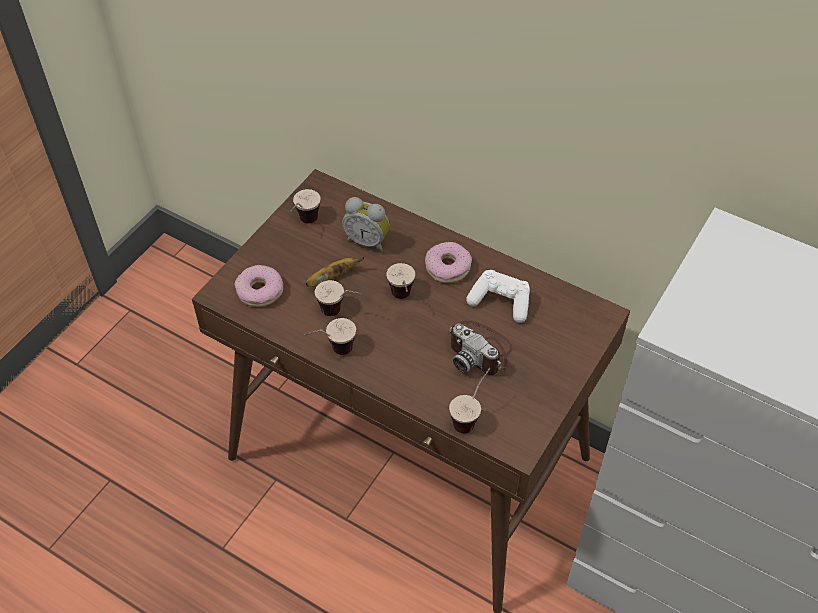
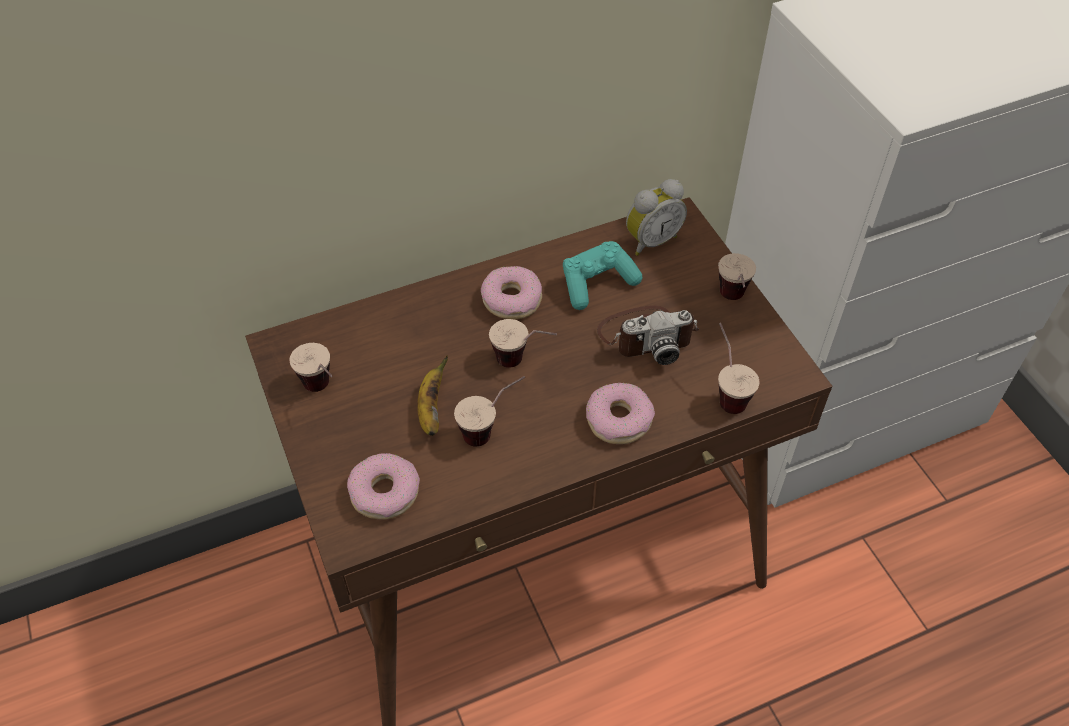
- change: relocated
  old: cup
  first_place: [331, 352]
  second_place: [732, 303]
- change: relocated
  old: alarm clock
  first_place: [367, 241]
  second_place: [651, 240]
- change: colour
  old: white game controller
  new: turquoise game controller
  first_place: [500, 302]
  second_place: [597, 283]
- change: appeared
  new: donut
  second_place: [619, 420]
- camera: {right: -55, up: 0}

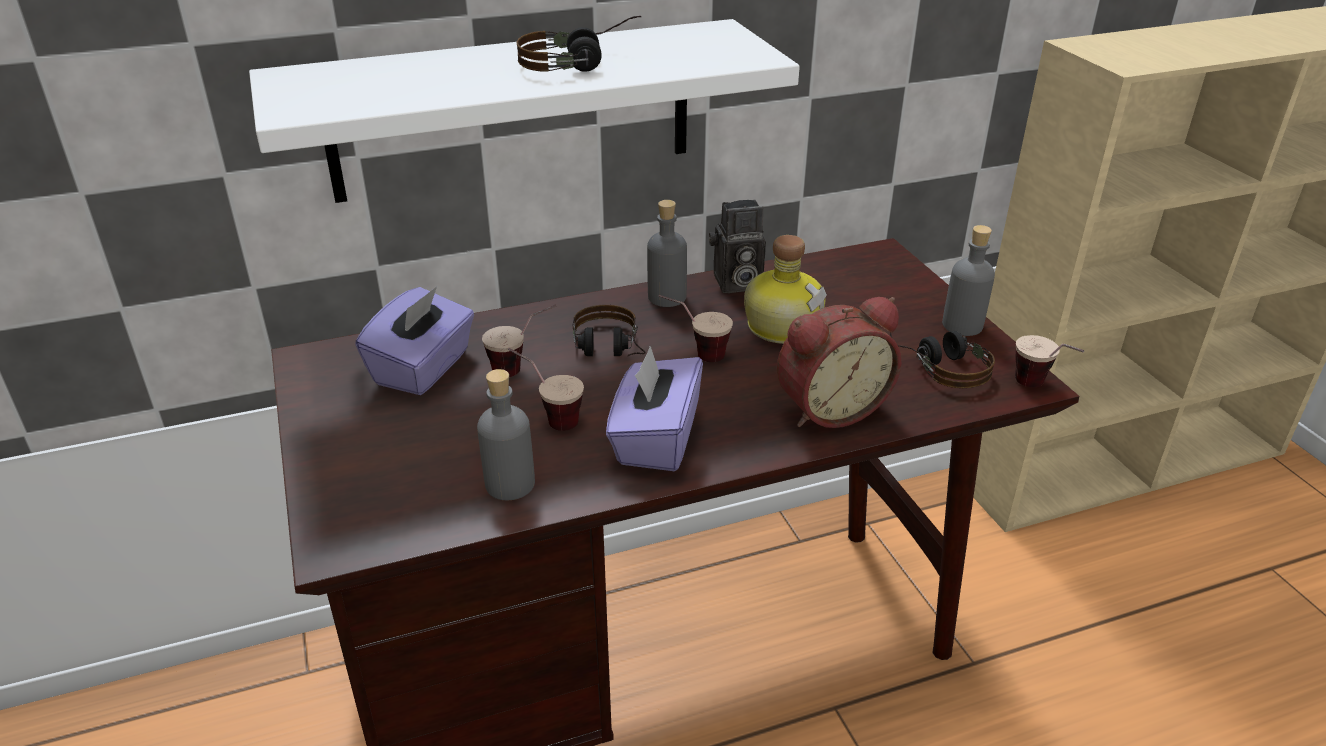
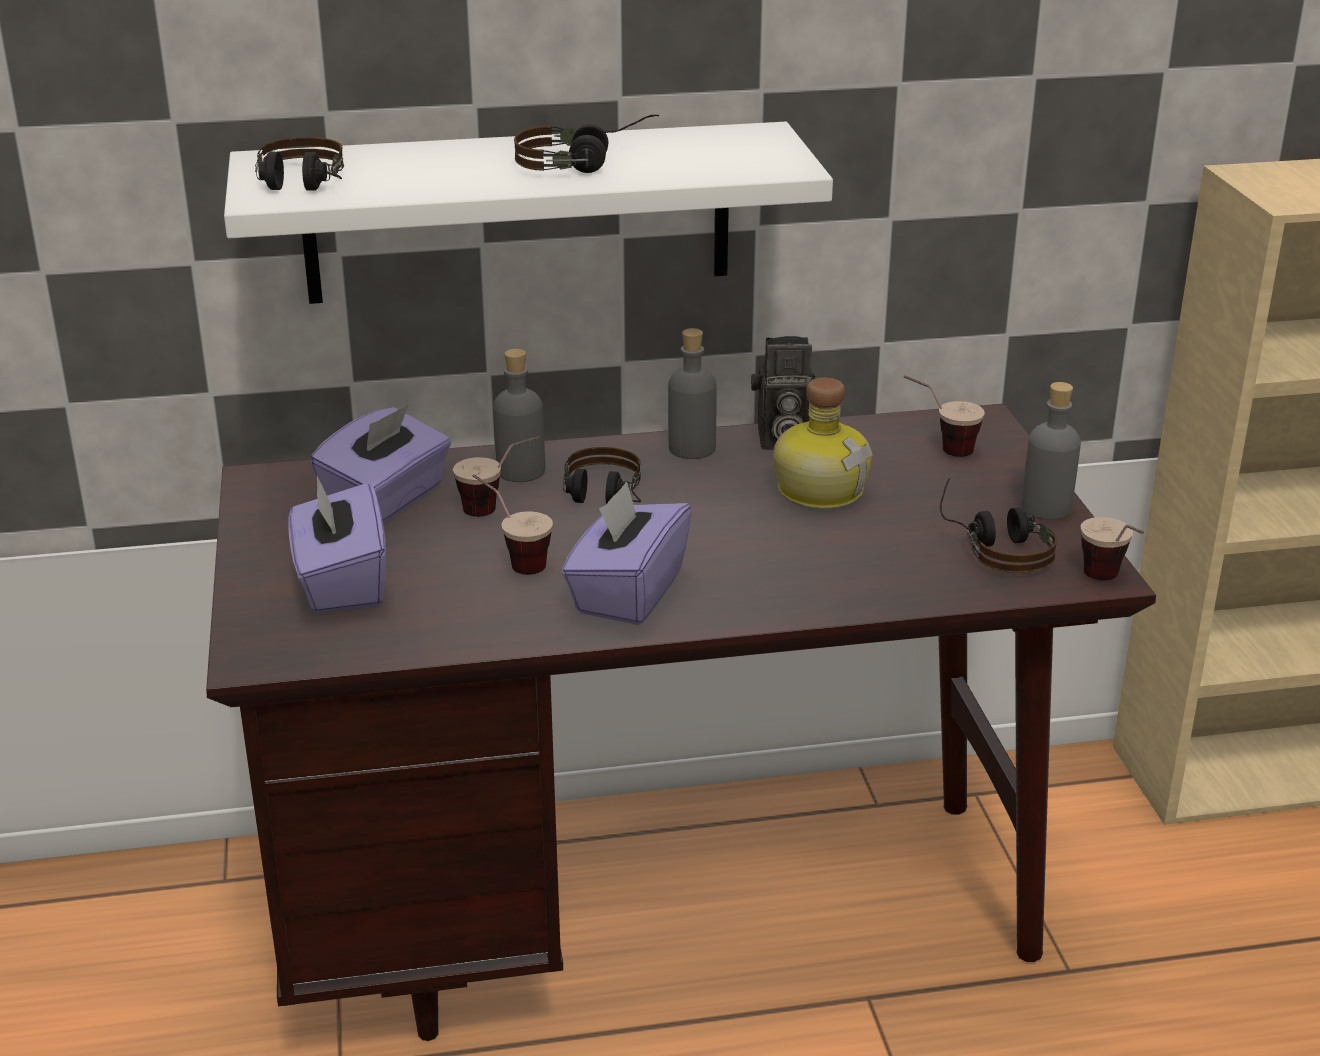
- change: relocated
  old: grey bottle
  first_place: [510, 484]
  second_place: [520, 471]
- change: relocated
  old: cup
  first_place: [694, 354]
  second_place: [939, 448]
- change: missing
  old: alarm clock
  first_place: [829, 408]
- change: appeared
  new: headphones
  second_place: [302, 188]
- change: appeared
  new: purple tissue box
  second_place: [341, 583]
- camera: {right: 10, up: -5}

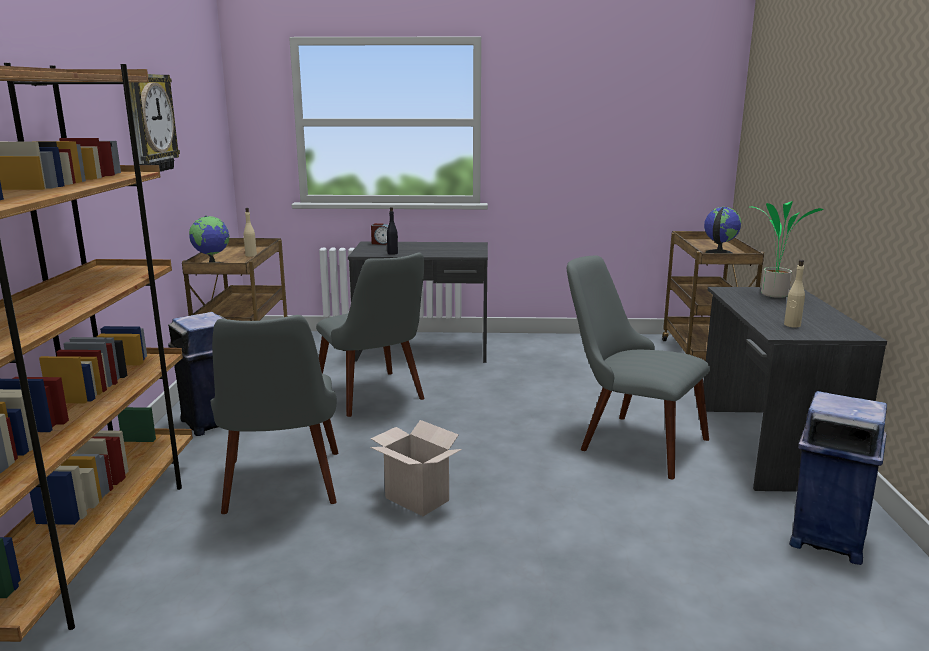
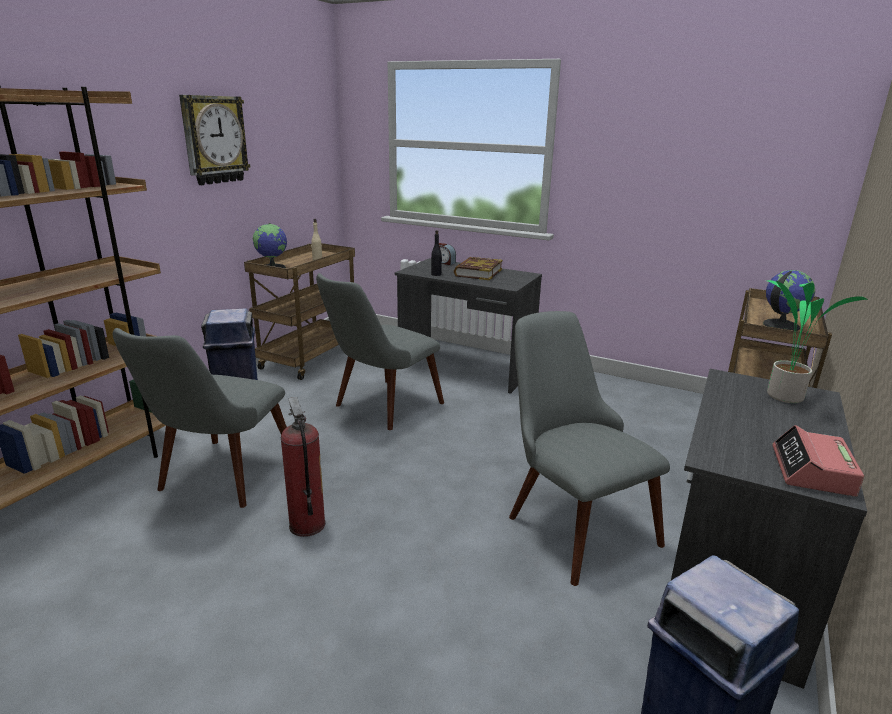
- change: spun
  old: grey chair
  first_place: [376, 398]
  second_place: [380, 408]
  degrees: 45
- change: exchanged
  old: cardboard box
  new: fire extinguisher
  first_place: [414, 499]
  second_place: [306, 524]
- change: missing
  old: beige bottle
  first_place: [792, 325]
- change: appeared
  new: book
  second_place: [478, 272]
- change: appeared
  new: alarm clock
  second_place: [812, 471]
- camera: {right: 25, up: 5}

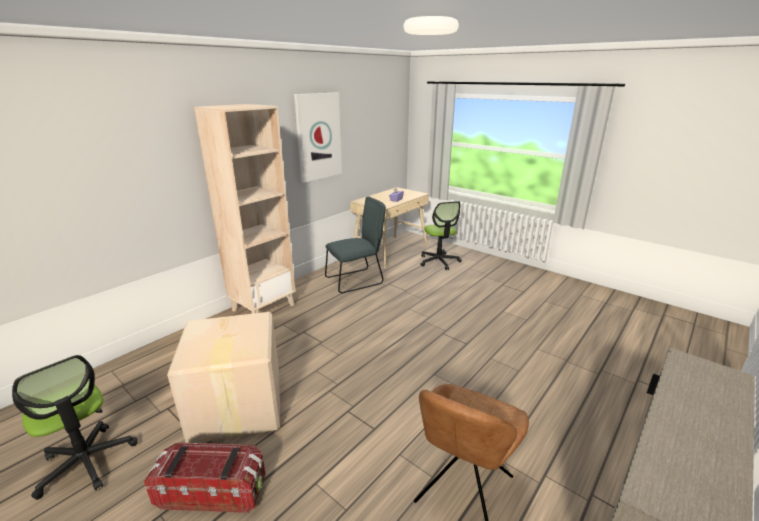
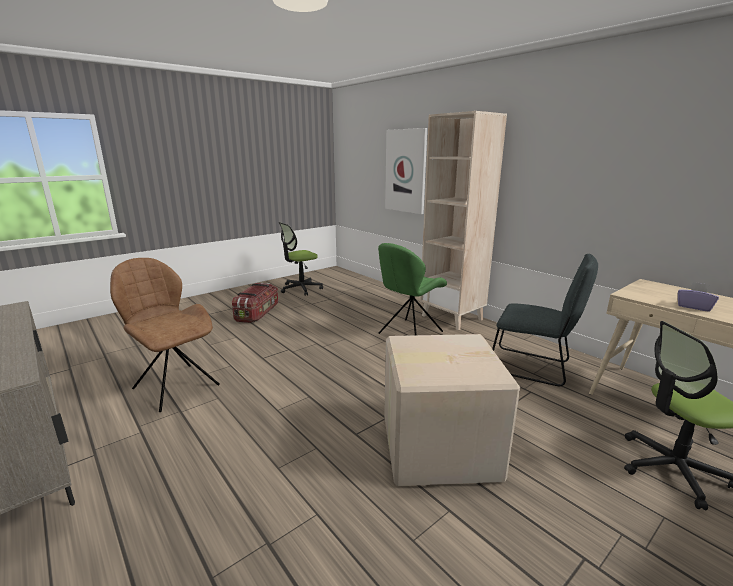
- change: relocated
  old: cardboard box
  first_place: [236, 407]
  second_place: [437, 446]
- change: relocated
  old: picture
  first_place: [318, 137]
  second_place: [406, 171]
- change: spun
  old: grey chair
  first_place: [356, 280]
  second_place: [533, 367]
  degrees: -45
- change: appeared
  new: green chair
  second_place: [409, 333]
- camera: {right: 100, up: -5}

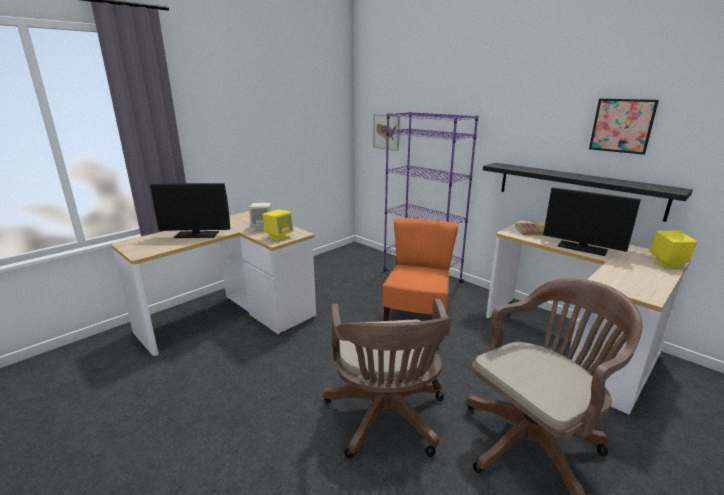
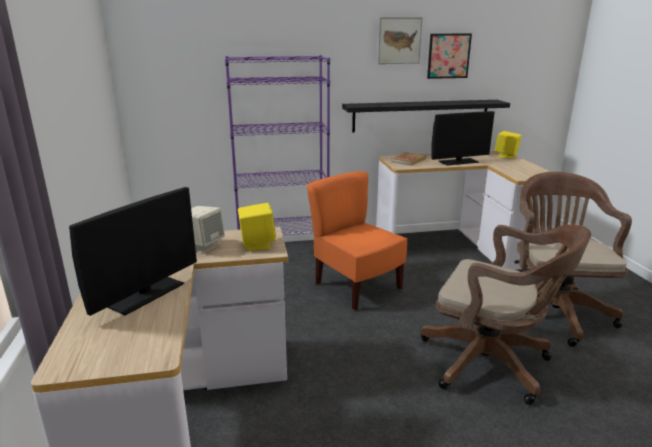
- change: relocated
  old: picture
  first_place: [386, 132]
  second_place: [399, 40]
- camera: {right: -55, up: 0}

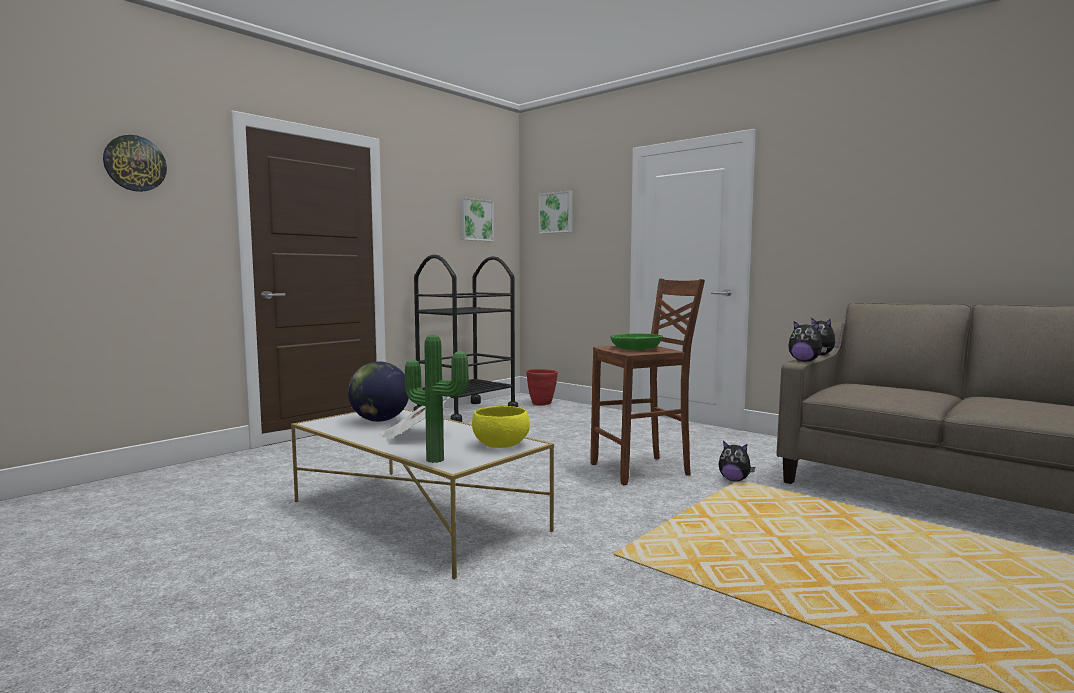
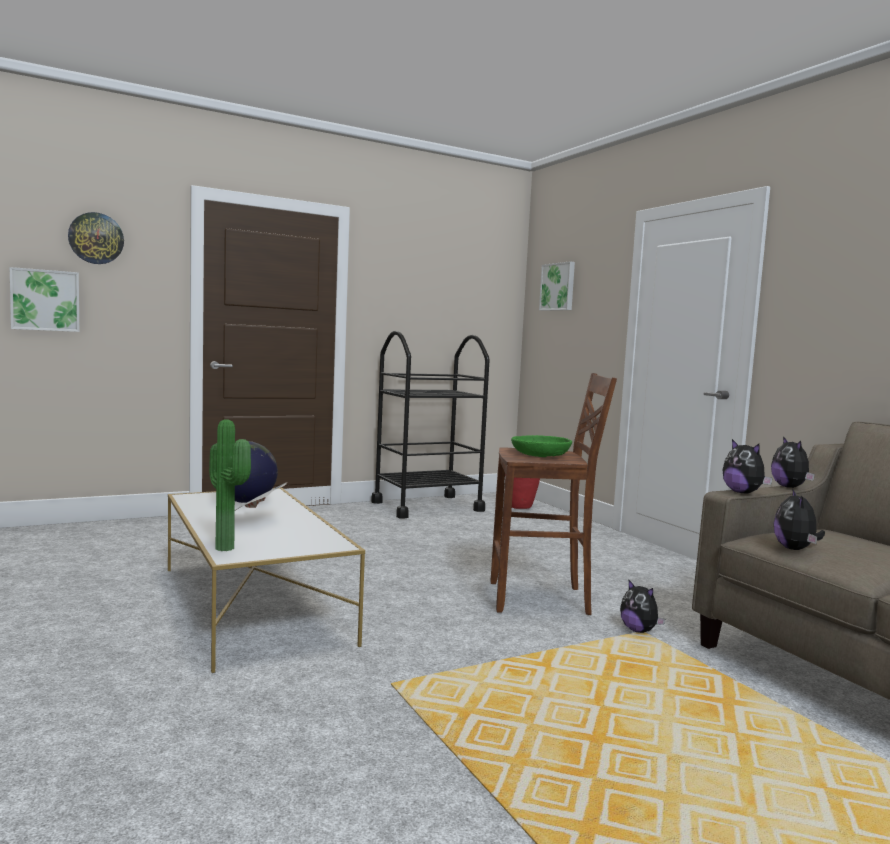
- change: relocated
  old: picture
  first_place: [475, 220]
  second_place: [45, 300]
- change: missing
  old: yellow bowl
  first_place: [501, 445]
- change: appeared
  new: plush toy
  second_place: [795, 549]
- camera: {right: 20, up: 0}

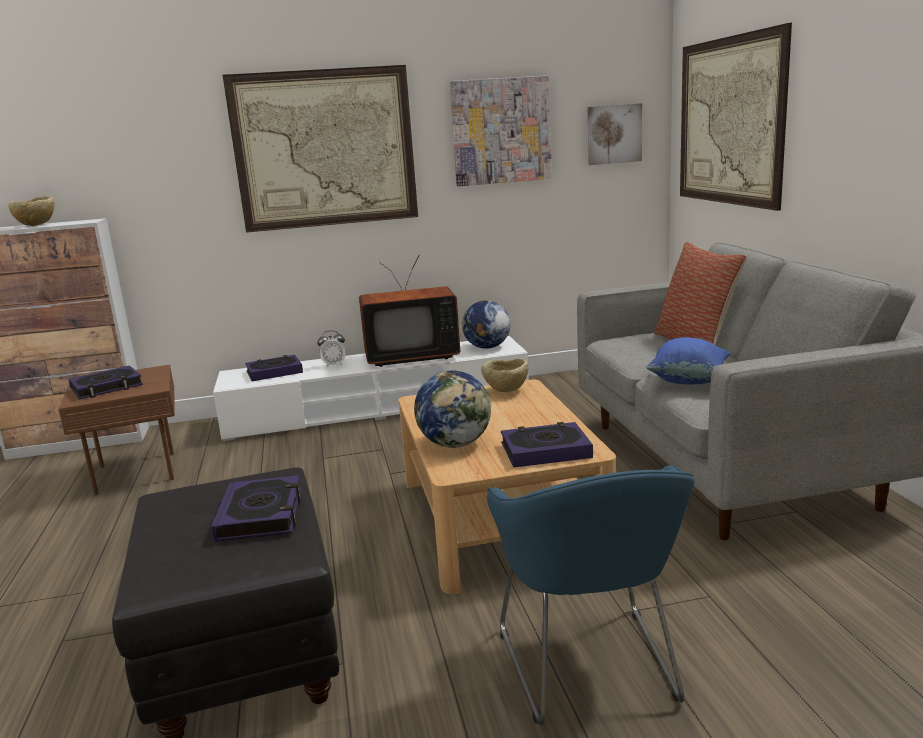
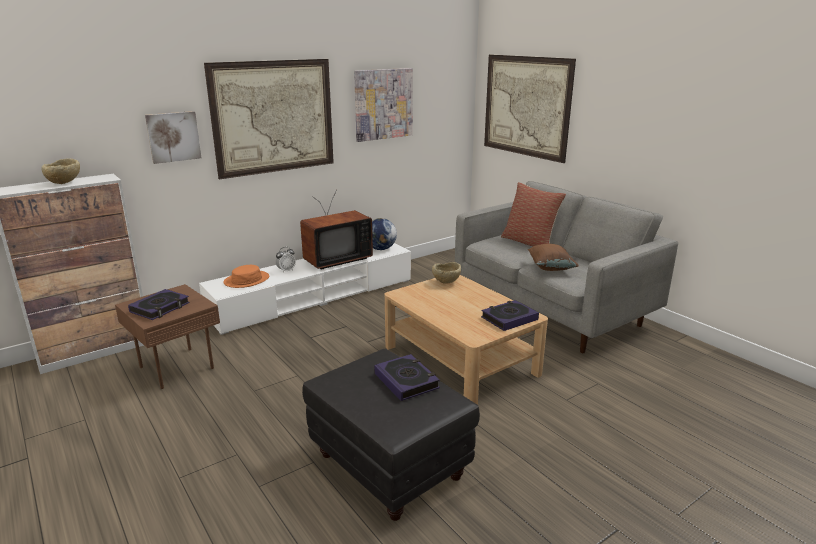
- change: exchanged
  old: book
  new: orange hat
  first_place: [274, 372]
  second_place: [246, 280]
- change: missing
  old: globe
  first_place: [455, 444]
- change: missing
  old: blue armchair
  first_place: [591, 671]
- change: relocated
  old: picture
  first_place: [614, 134]
  second_place: [173, 137]
- change: colour
  old: blue pillow
  new: brown pillow
  first_place: [688, 381]
  second_place: [550, 268]
- camera: {right: -25, up: 5}

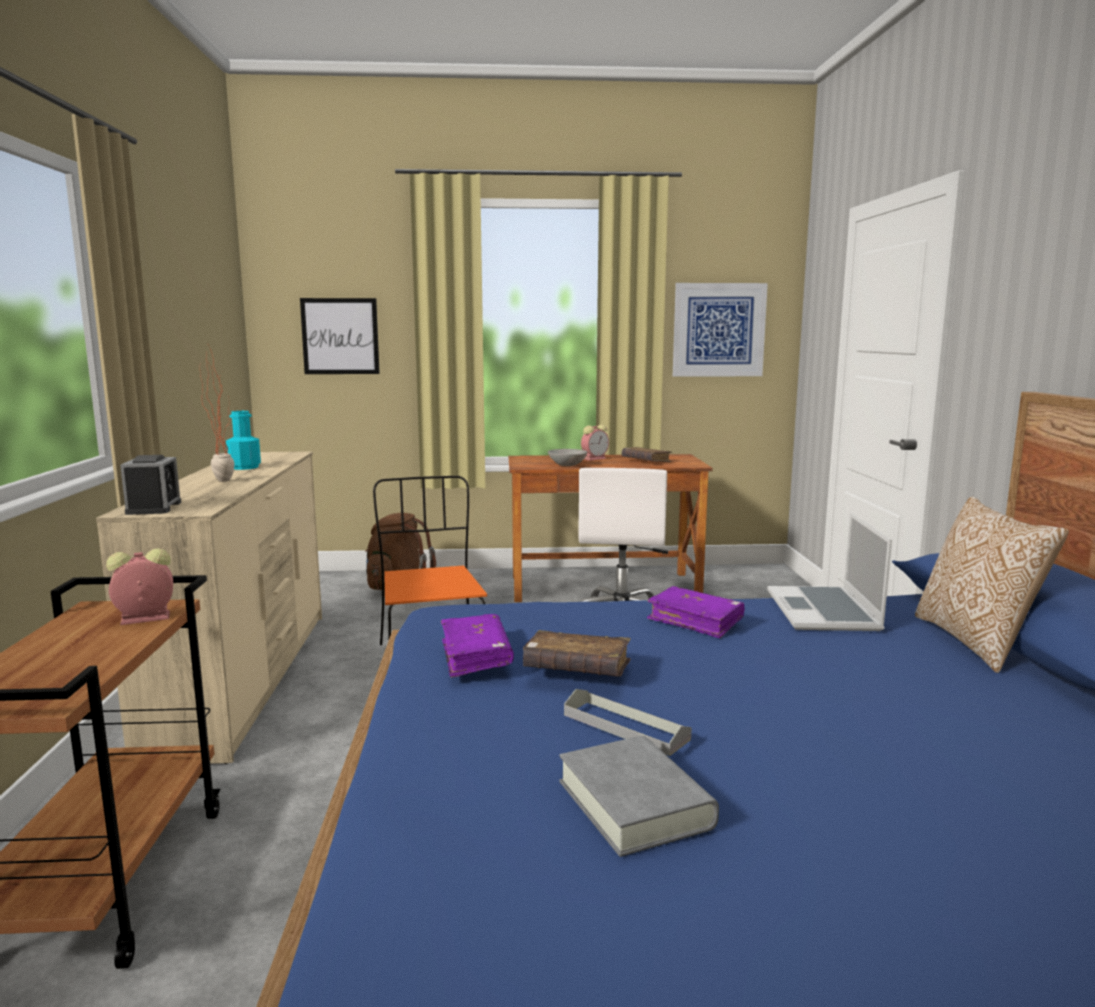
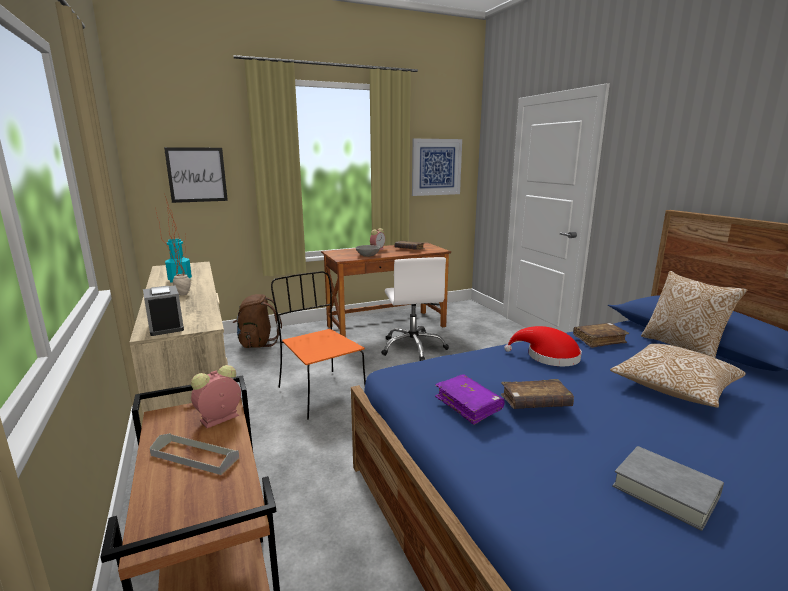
- change: relocated
  old: grey tray
  first_place: [625, 727]
  second_place: [195, 456]
- change: exchanged
  old: purple book
  new: red hat
  first_place: [695, 621]
  second_place: [548, 357]
- change: exchanged
  old: laptop
  new: brown book
  first_place: [824, 612]
  second_place: [599, 340]
- change: appeared
  new: pillow
  second_place: [673, 389]
- camera: {right: -20, up: 5}

